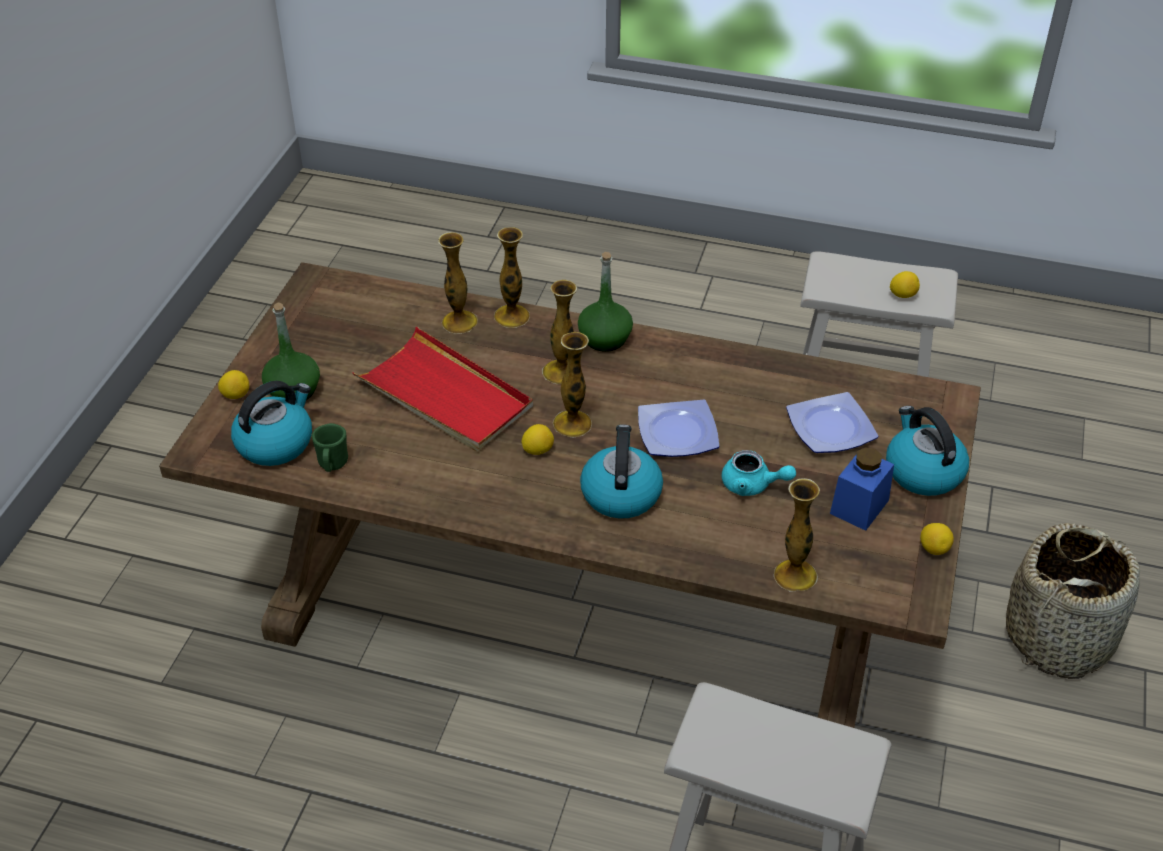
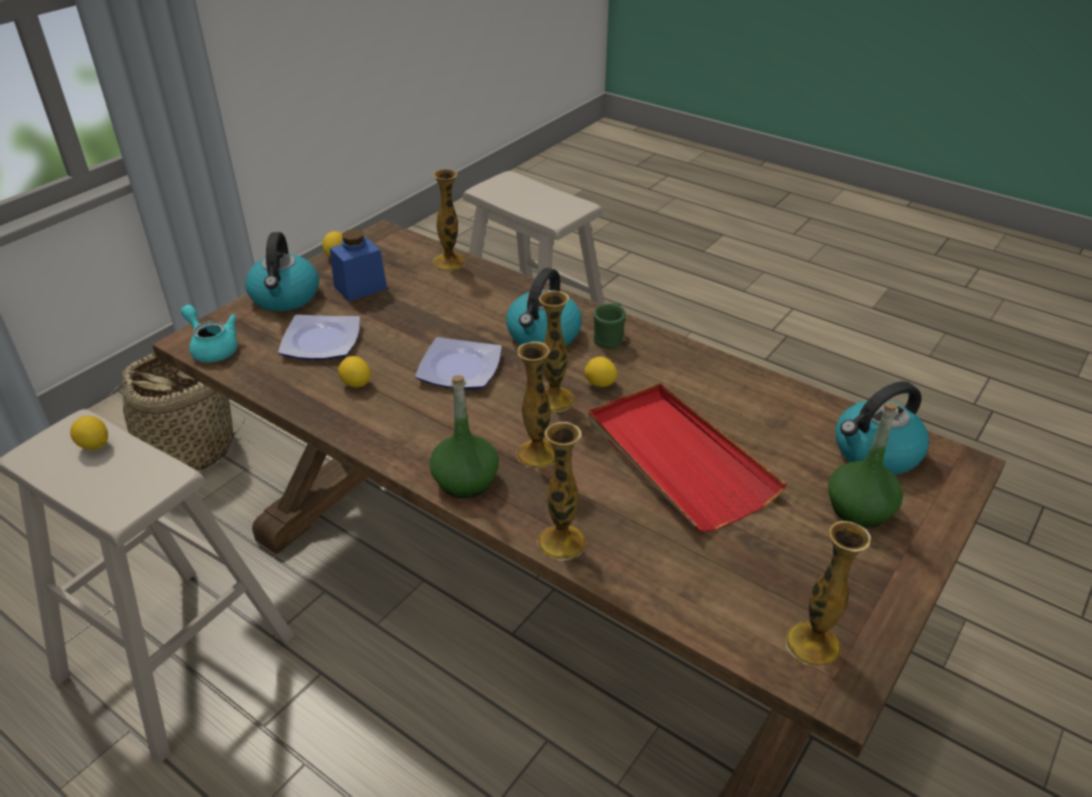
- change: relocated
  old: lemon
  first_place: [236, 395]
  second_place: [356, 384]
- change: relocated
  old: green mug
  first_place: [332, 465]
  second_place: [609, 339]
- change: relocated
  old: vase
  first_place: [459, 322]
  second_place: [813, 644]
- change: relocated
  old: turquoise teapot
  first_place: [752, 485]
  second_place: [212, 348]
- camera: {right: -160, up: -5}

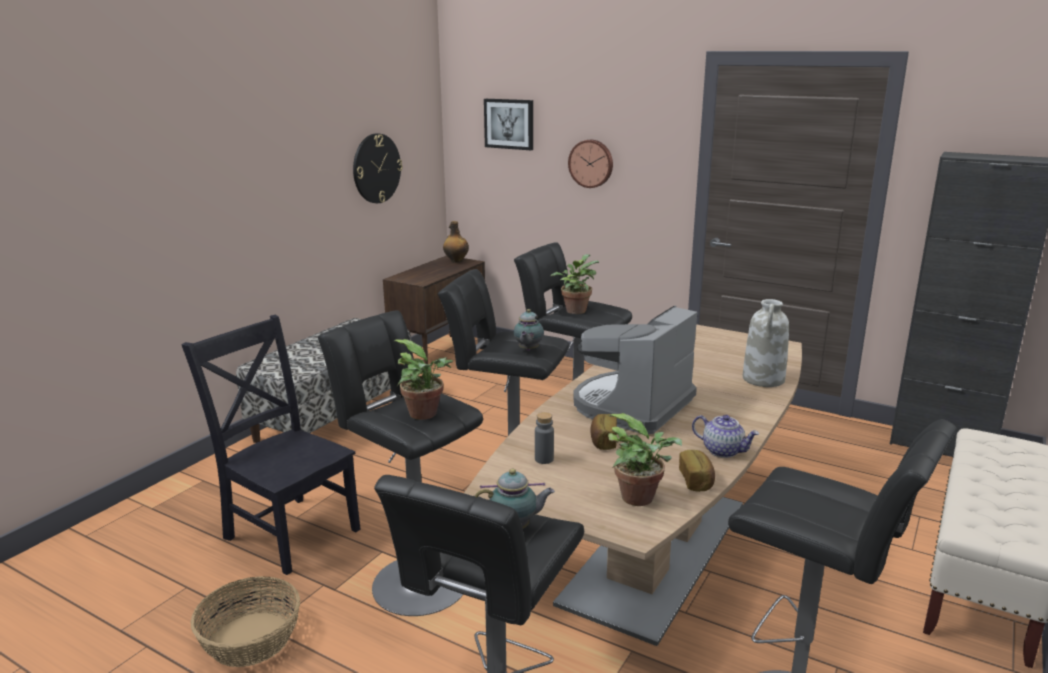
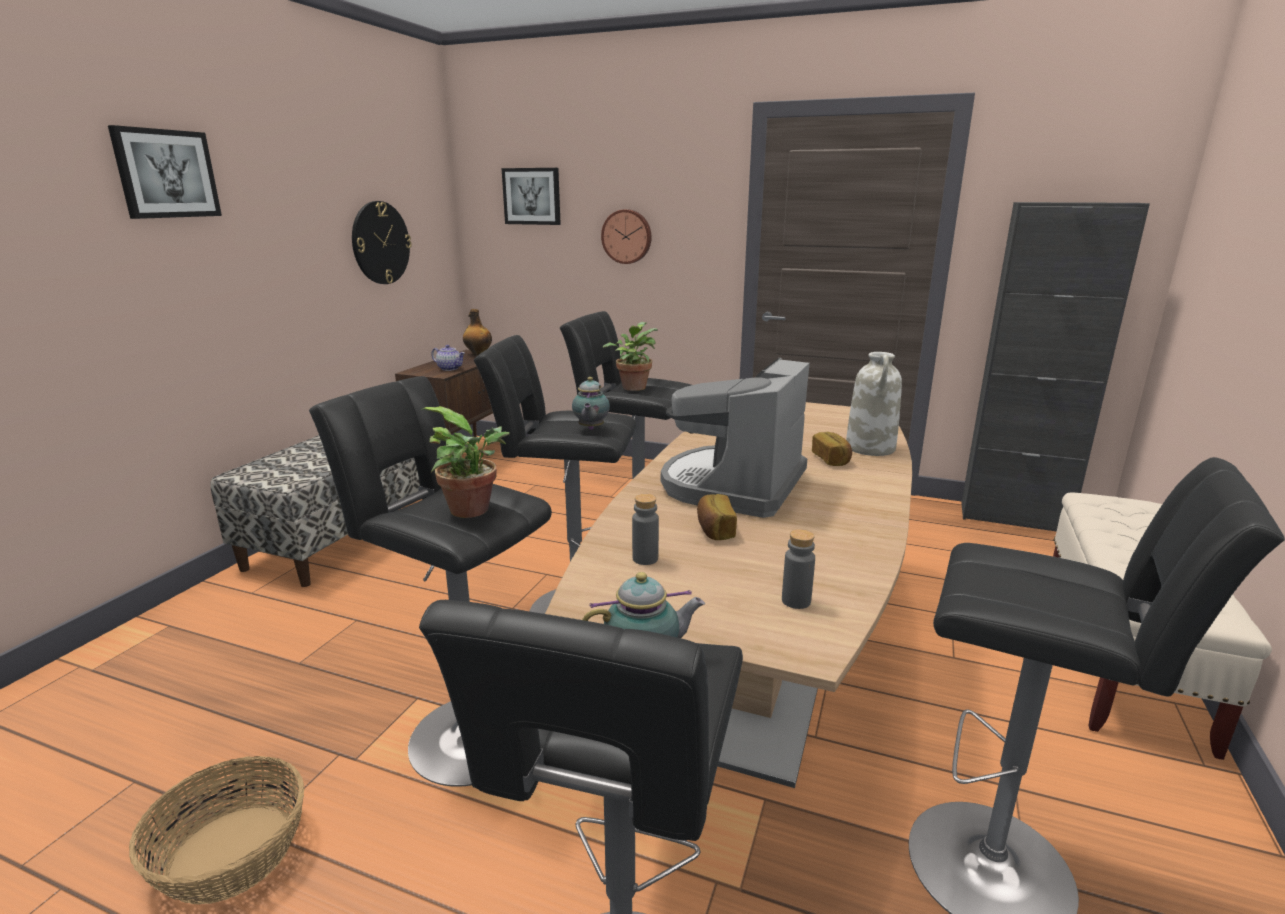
- change: missing
  old: black chair
  first_place: [289, 531]
- change: exchanged
  old: potted plant
  new: grey bottle
  first_place: [642, 498]
  second_place: [796, 601]
- change: relocated
  old: bread
  first_place: [697, 481]
  second_place: [831, 459]
- change: relocated
  old: teapot
  first_place: [723, 451]
  second_place: [450, 368]
- change: appeared
  new: picture
  second_place: [166, 174]
- camera: {right: -10, up: 0}

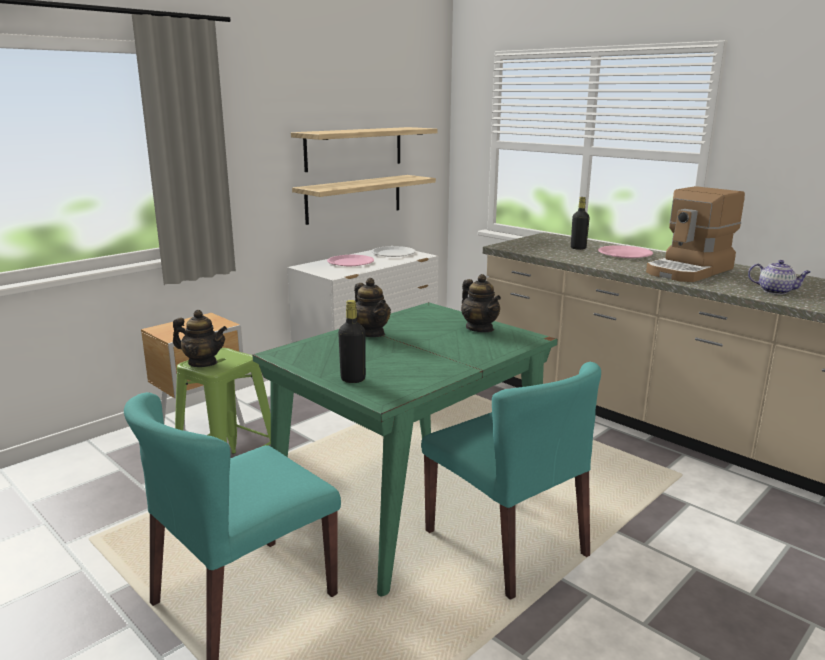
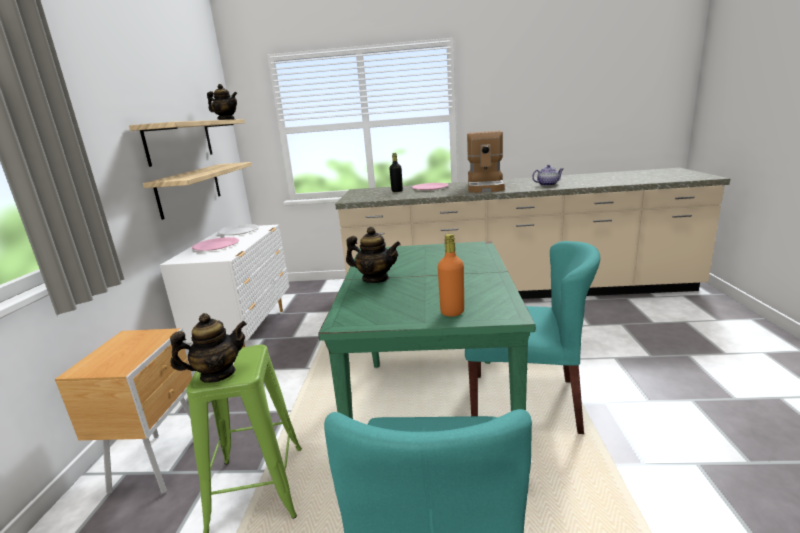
- change: colour
  old: black bottle
  new: orange bottle
  first_place: [353, 379]
  second_place: [452, 312]
- change: relocated
  old: teapot
  first_place: [479, 328]
  second_place: [226, 119]
- camera: {right: -40, up: 0}

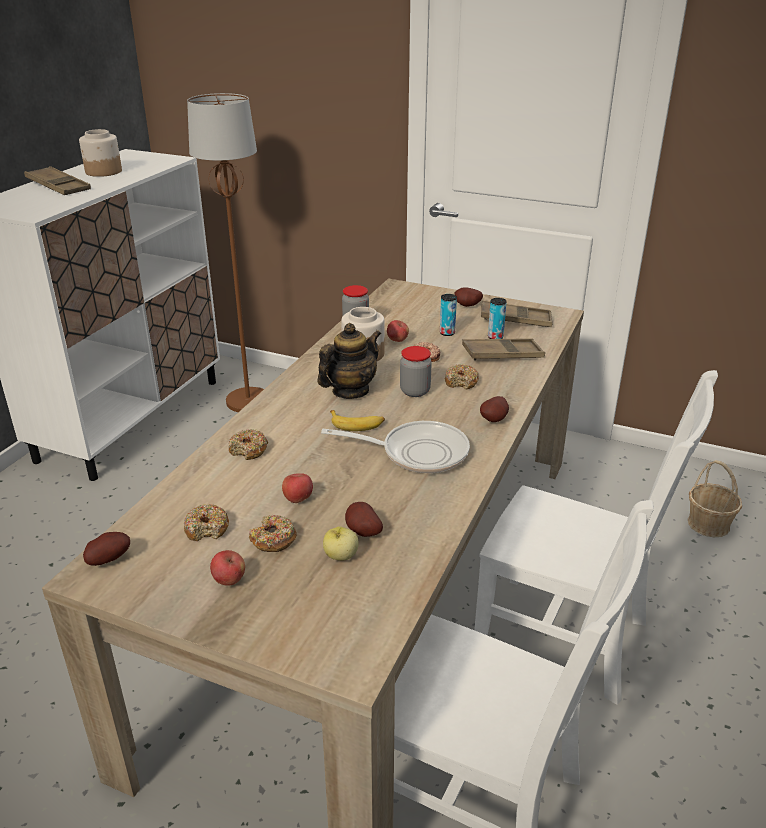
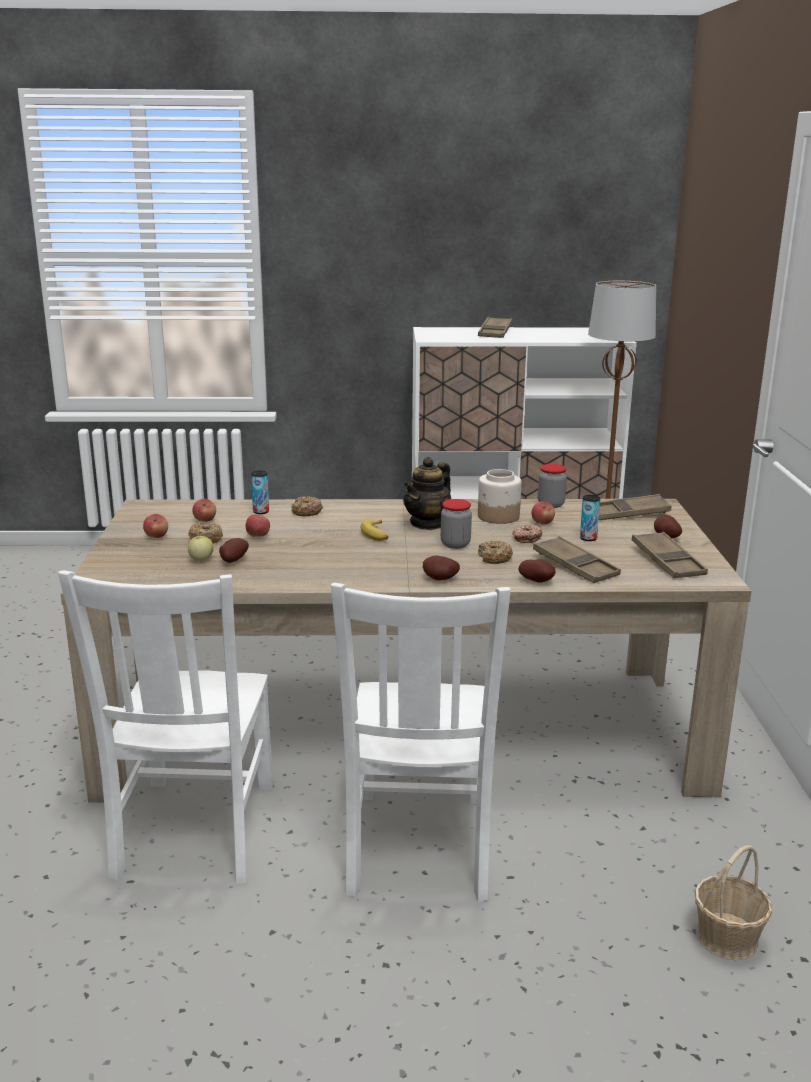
- change: missing
  old: jar
  first_place: [103, 172]
- change: relocated
  old: potato
  first_place: [109, 559]
  second_place: [537, 581]
- change: exchanged
  old: donut
  new: apple
  first_place: [207, 529]
  second_place: [205, 521]
- change: spun
  old: teapot
  first_place: [350, 391]
  second_place: [427, 523]
  degrees: 105
- change: missing
  old: frying pan
  first_place: [417, 452]
- change: relocated
  old: can
  first_place: [495, 337]
  second_place: [261, 512]
- change: appeared
  new: brown tray
  second_place: [628, 513]
- camera: {right: 65, up: -10}

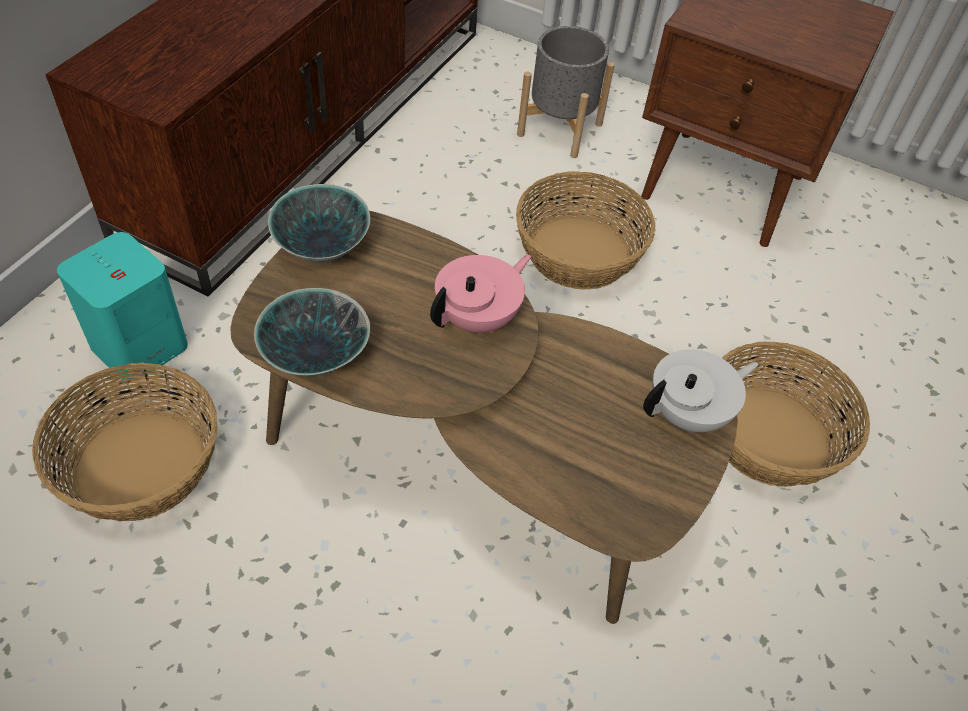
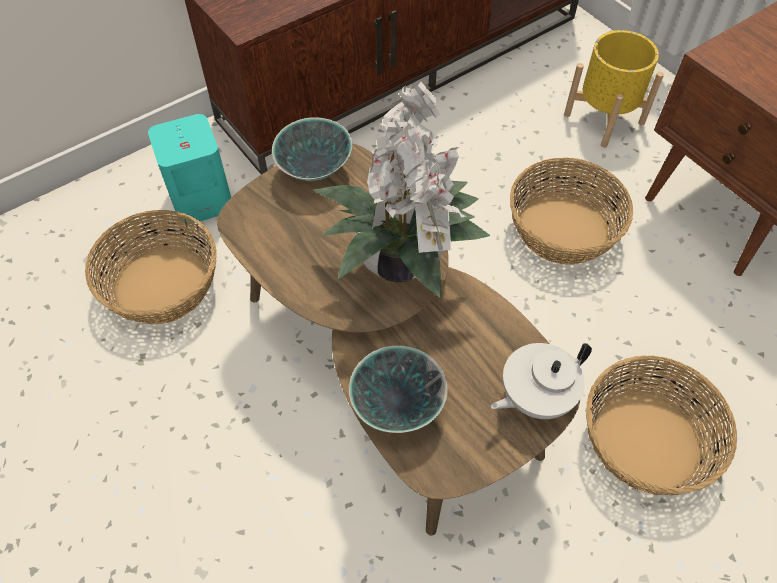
- change: relocated
  old: bowl
  first_place: [315, 360]
  second_place: [396, 405]
- change: exchanged
  old: pink teapot
  new: potted plant
  first_place: [478, 318]
  second_place: [400, 260]
- change: colour
  old: grey planter
  new: yellow planter
  first_place: [559, 129]
  second_place: [603, 119]
- change: spun
  old: white teapot
  first_place: [689, 413]
  second_place: [535, 396]
  degrees: 150
- camera: {right: 30, up: 5}

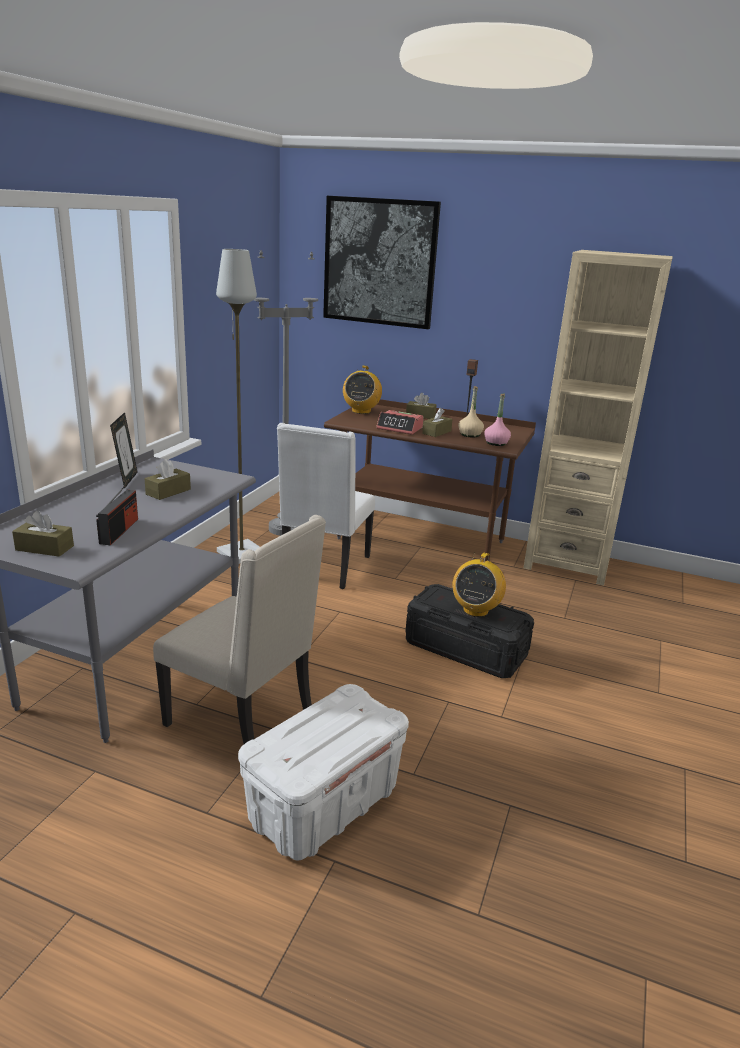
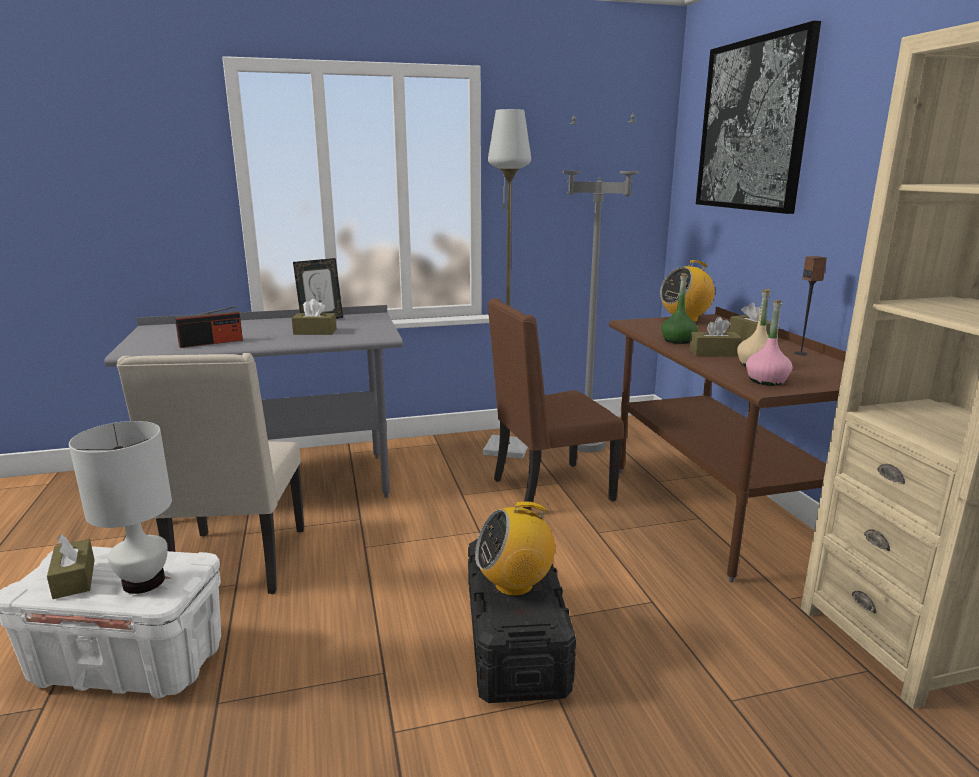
- change: relocated
  old: brown tissue box
  first_place: [44, 548]
  second_place: [74, 579]
- change: colour
  old: white chair
  new: brown chair
  first_place: [324, 568]
  second_place: [549, 490]
- change: exchanged
  old: alarm clock
  new: green bottle
  first_place: [400, 428]
  second_place: [678, 340]
- change: appeared
  new: white table lamp
  second_place: [144, 582]
- camera: {right: 55, up: -5}

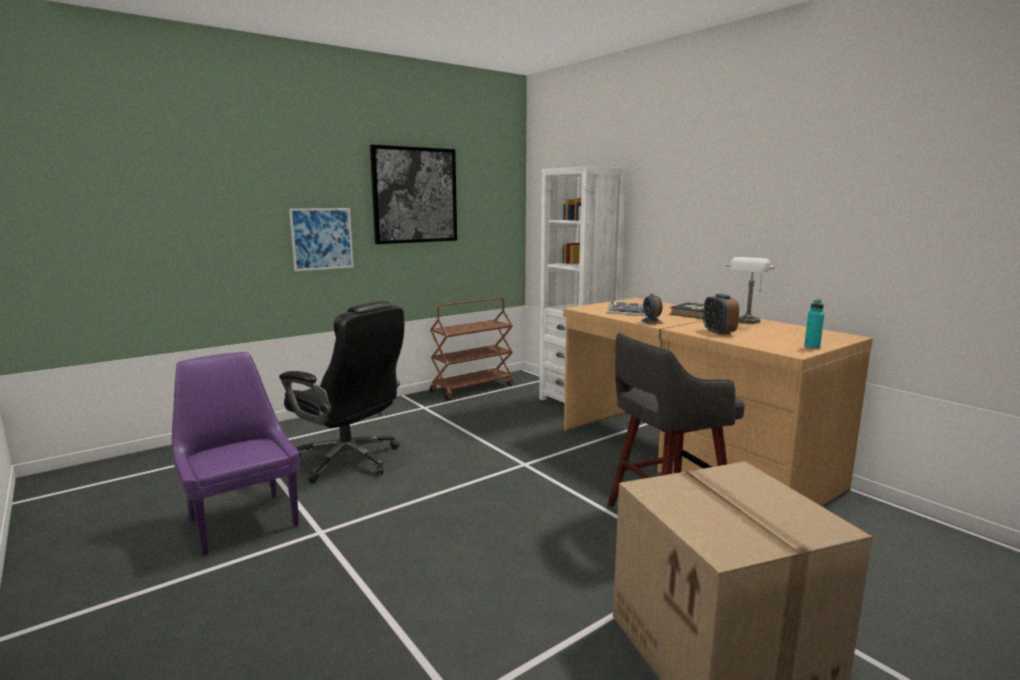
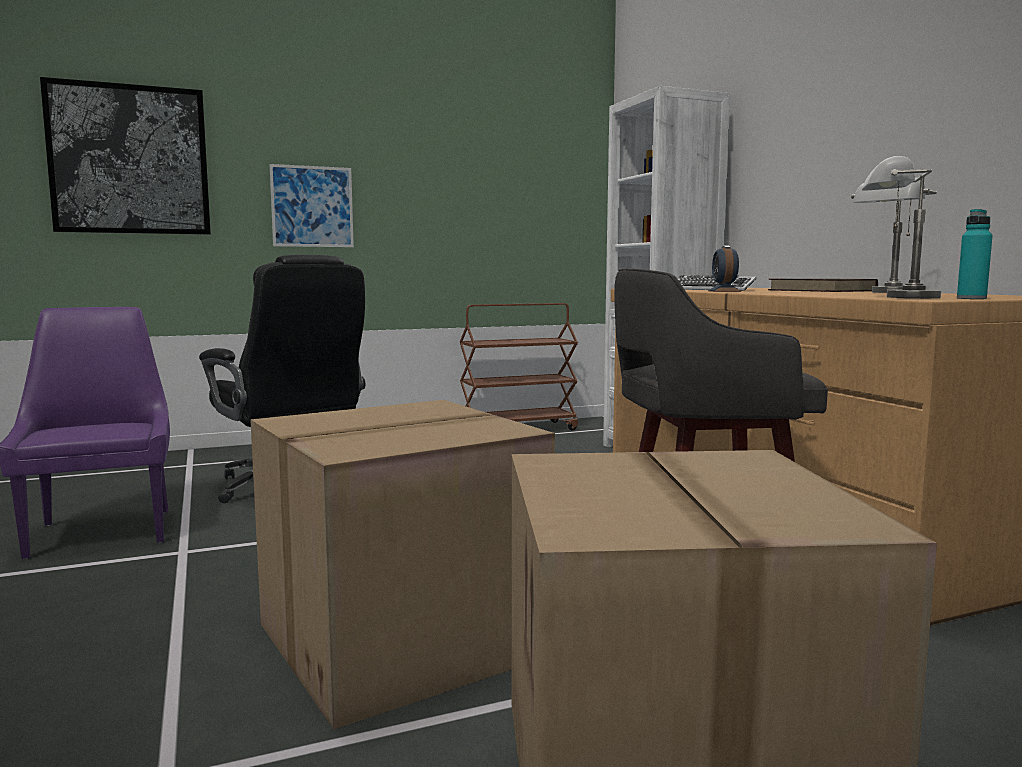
- change: relocated
  old: picture
  first_place: [415, 195]
  second_place: [130, 160]
- change: missing
  old: alarm clock
  first_place: [718, 332]
- change: appeared
  new: cardboard box
  second_place: [398, 641]
- change: appeared
  new: grey table lamp
  second_place: [894, 297]
- camera: {right: 15, up: -5}

